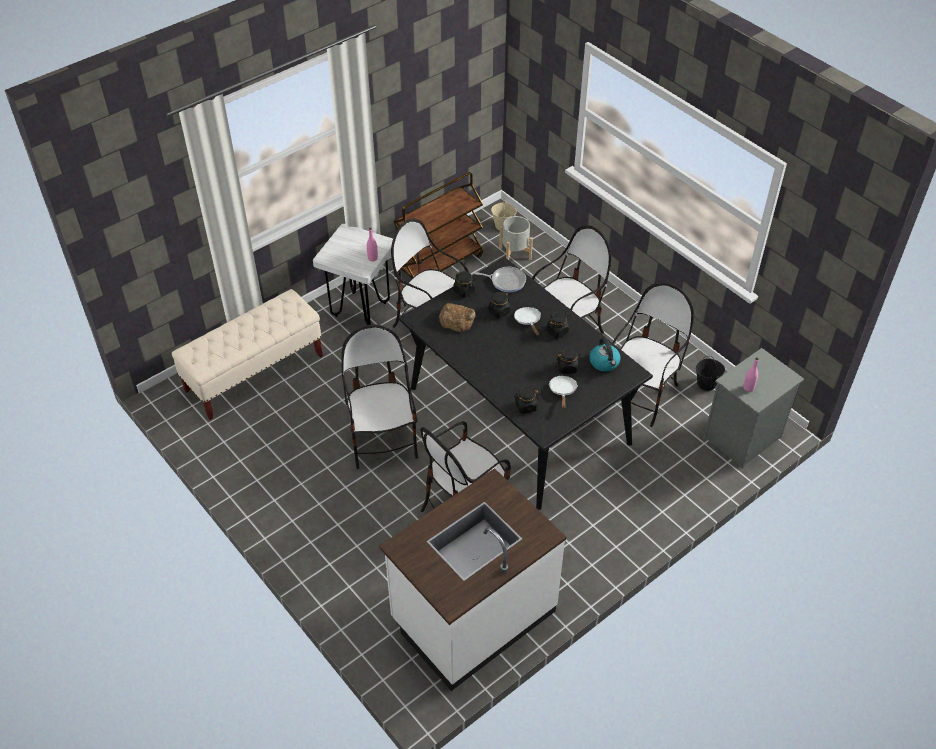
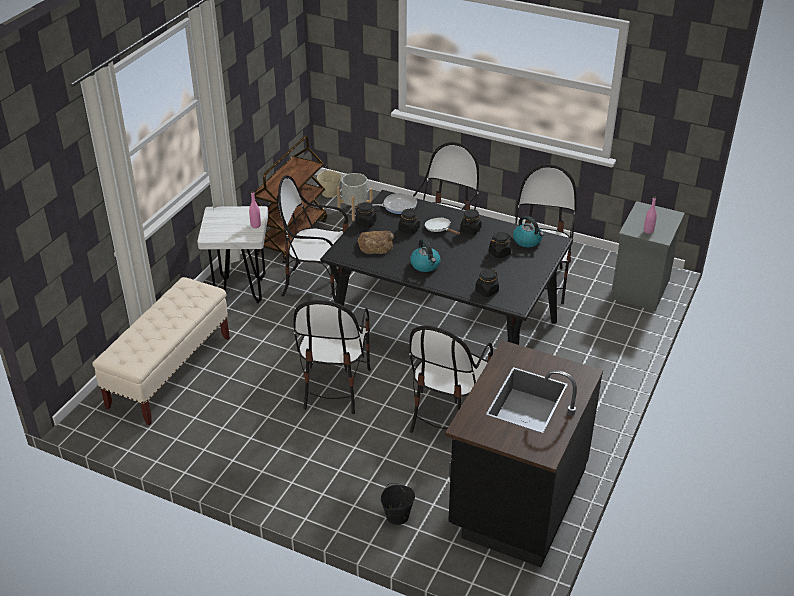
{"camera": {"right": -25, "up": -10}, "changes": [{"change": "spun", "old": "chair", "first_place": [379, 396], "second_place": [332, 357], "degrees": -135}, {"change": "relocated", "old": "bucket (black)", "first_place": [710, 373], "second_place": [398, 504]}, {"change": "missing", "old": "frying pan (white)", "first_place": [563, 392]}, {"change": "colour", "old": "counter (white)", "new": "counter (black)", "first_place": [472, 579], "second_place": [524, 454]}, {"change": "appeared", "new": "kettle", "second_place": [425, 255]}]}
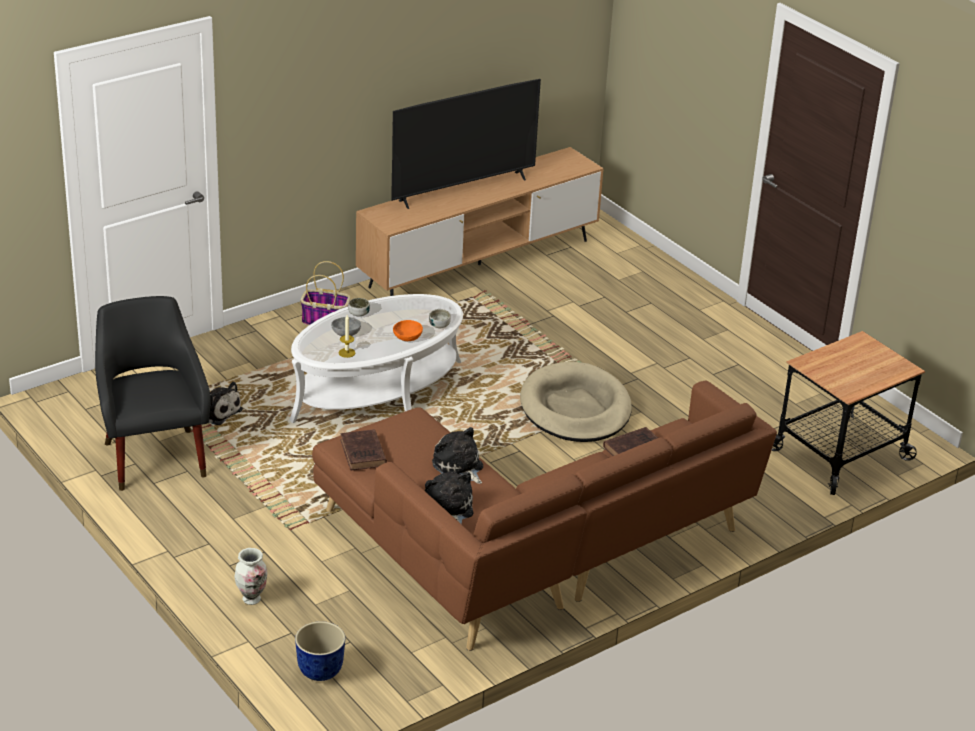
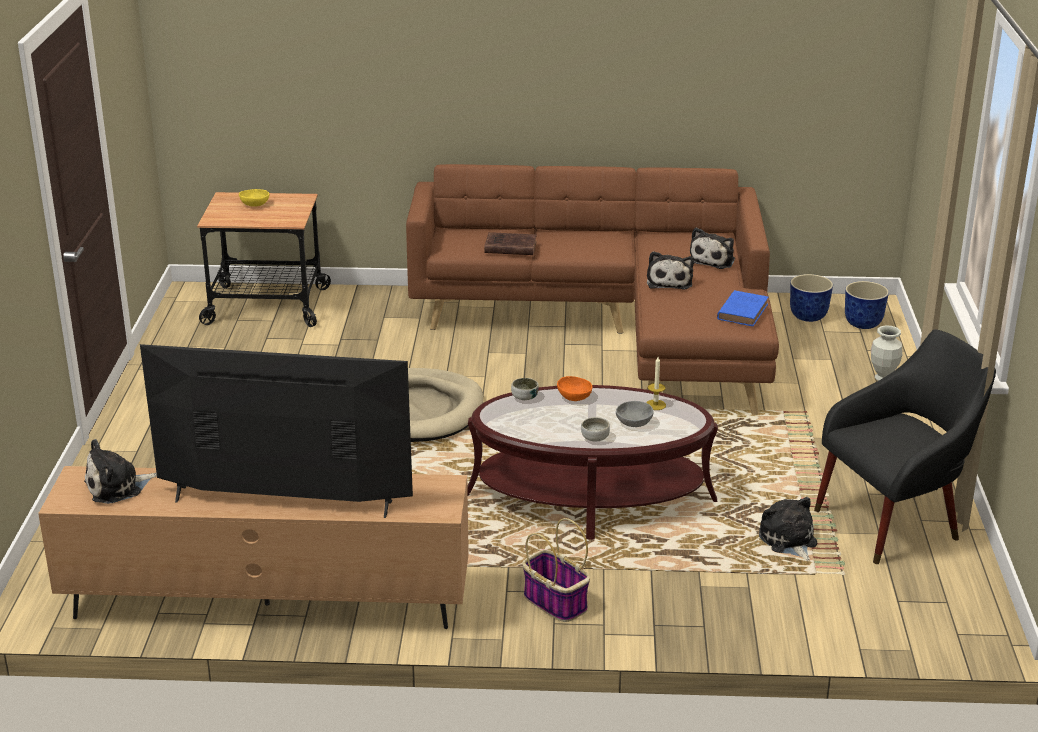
{"camera": {"right": -140, "up": -5}, "changes": [{"change": "colour", "old": "coffee table (white)", "new": "coffee table (brown)", "first_place": [376, 358], "second_place": [592, 462]}, {"change": "spun", "old": "armchair (black)", "first_place": [153, 393], "second_place": [905, 447], "degrees": -135}, {"change": "colour", "old": "book (brown)", "new": "book (blue)", "first_place": [363, 449], "second_place": [742, 308]}, {"change": "appeared", "new": "bowl (yellow)", "second_place": [254, 198]}, {"change": "appeared", "new": "planter", "second_place": [811, 298]}, {"change": "appeared", "new": "plush toy", "second_place": [120, 471]}]}
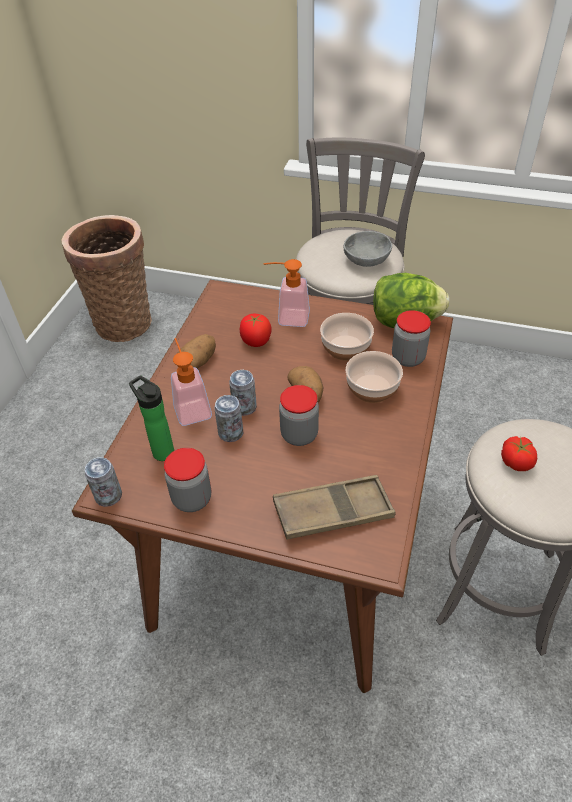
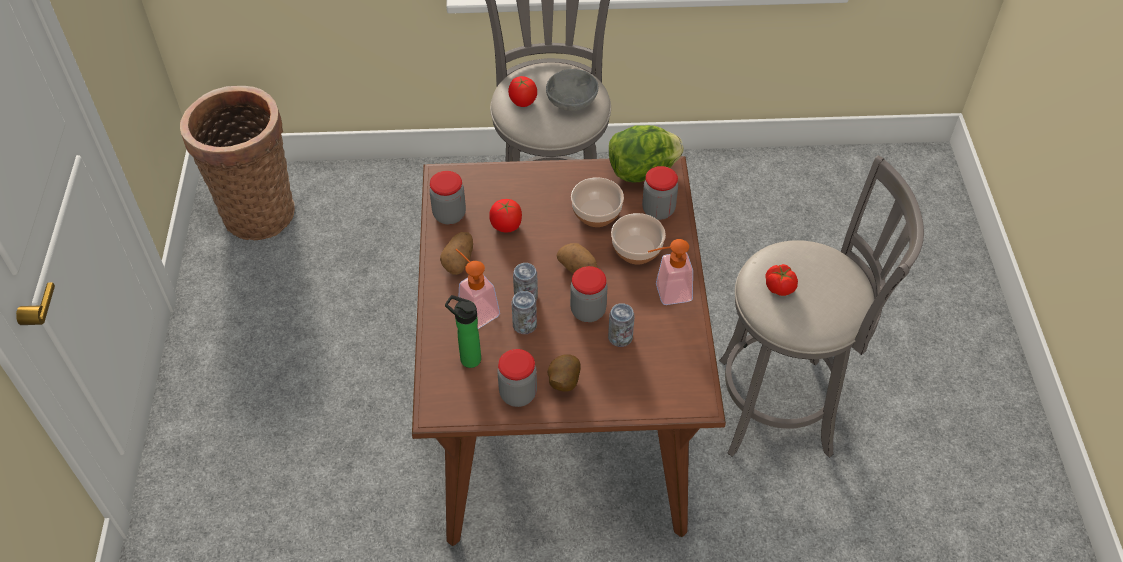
{"camera": {"right": -20, "up": 5}, "changes": [{"change": "relocated", "old": "soap dispenser", "first_place": [286, 293], "second_place": [670, 272]}, {"change": "relocated", "old": "can", "first_place": [103, 482], "second_place": [621, 325]}, {"change": "missing", "old": "tray (brown)", "first_place": [334, 507]}, {"change": "appeared", "new": "tomato", "second_place": [522, 91]}, {"change": "appeared", "new": "jar", "second_place": [447, 198]}, {"change": "appeared", "new": "potato", "second_place": [564, 373]}]}
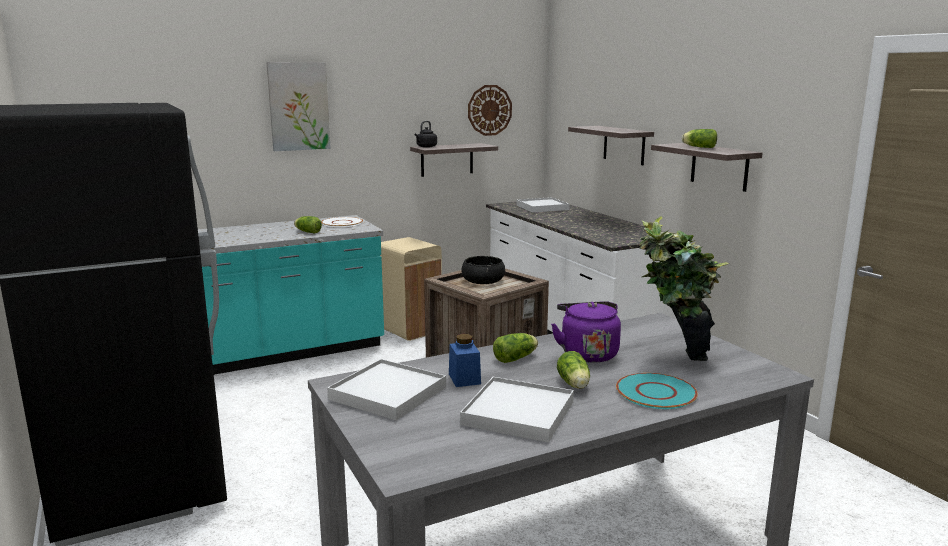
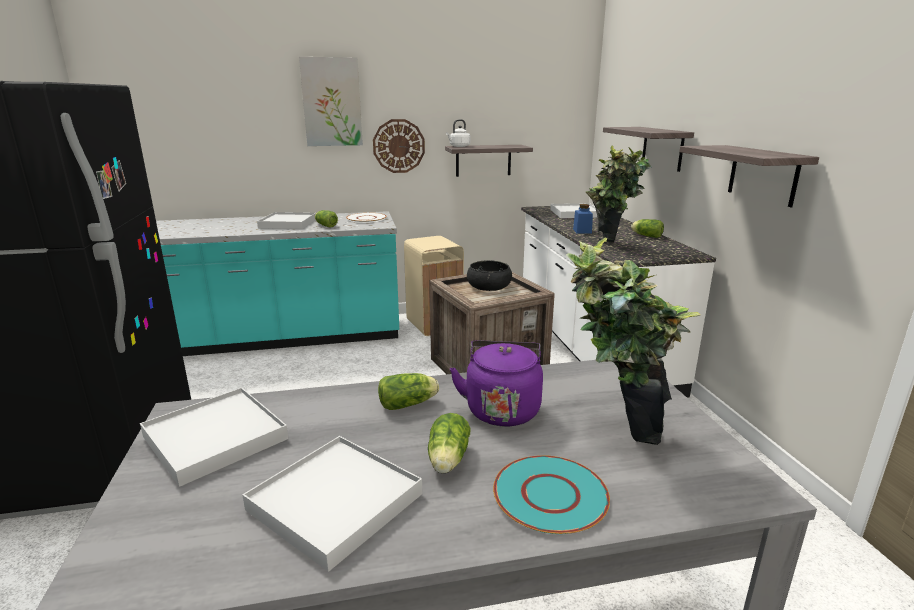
{"camera": {"right": 15, "up": 5}, "changes": [{"change": "relocated", "old": "wall clock", "first_place": [490, 110], "second_place": [399, 146]}, {"change": "colour", "old": "kettle (black)", "new": "kettle (white)", "first_place": [426, 134], "second_place": [458, 133]}, {"change": "relocated", "old": "lettuce", "first_place": [699, 138], "second_place": [647, 228]}, {"change": "relocated", "old": "jar (blue)", "first_place": [465, 360], "second_place": [583, 219]}, {"change": "appeared", "new": "potted plant", "second_place": [618, 194]}, {"change": "appeared", "new": "tray (white)", "second_place": [286, 220]}]}
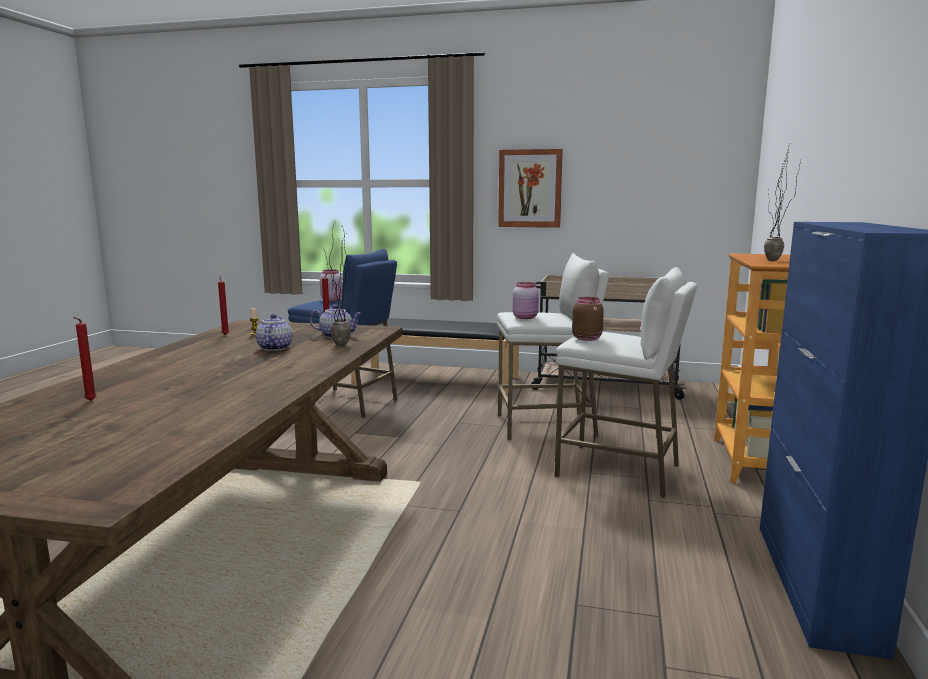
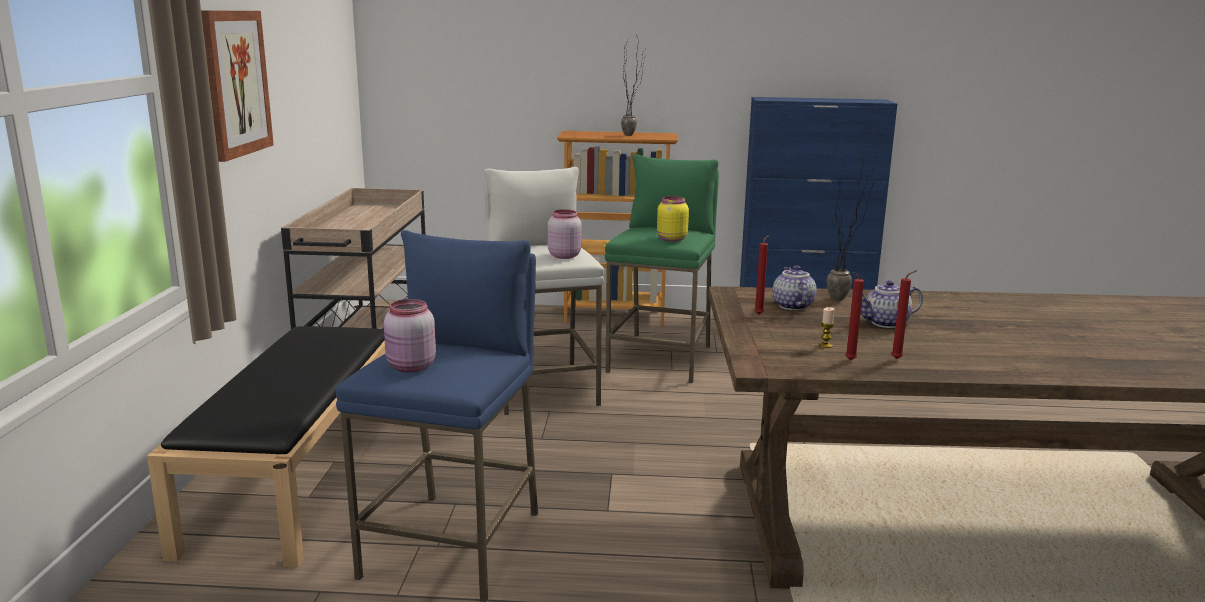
{"camera": {"right": -100, "up": 5}, "changes": [{"change": "colour", "old": "stool (white)", "new": "stool (green)", "first_place": [625, 382], "second_place": [662, 268]}, {"change": "colour", "old": "jar (brown)", "new": "jar (yellow)", "first_place": [588, 319], "second_place": [673, 219]}, {"change": "relocated", "old": "candle (red)", "first_place": [85, 359], "second_place": [904, 314]}]}
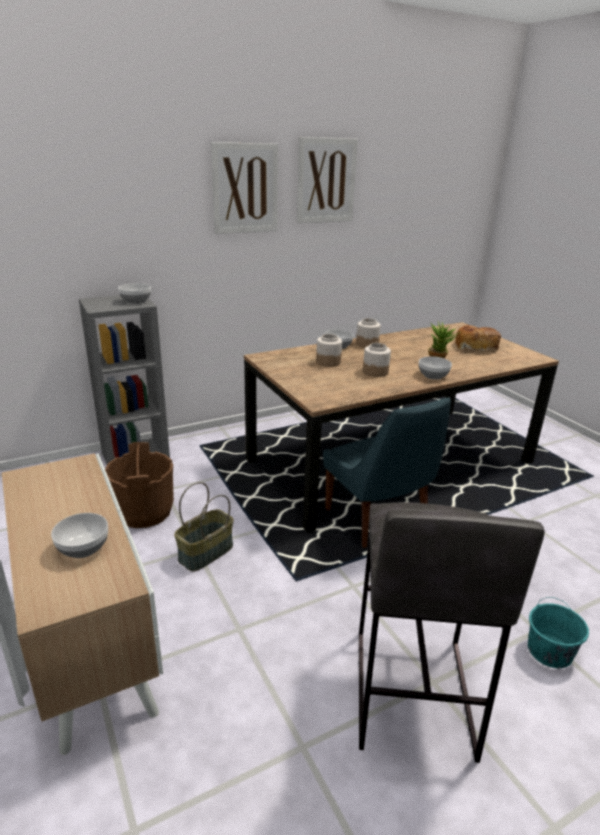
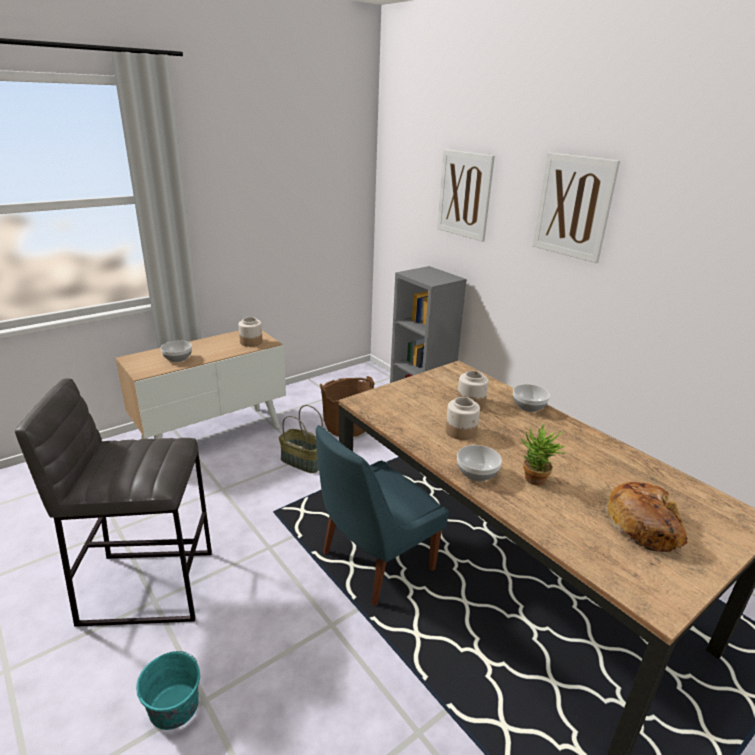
{"camera": {"right": 80, "up": 0}, "changes": [{"change": "relocated", "old": "picture", "first_place": [327, 180], "second_place": [466, 195]}, {"change": "missing", "old": "bowl", "first_place": [134, 293]}, {"change": "relocated", "old": "jar", "first_place": [368, 333], "second_place": [250, 332]}]}
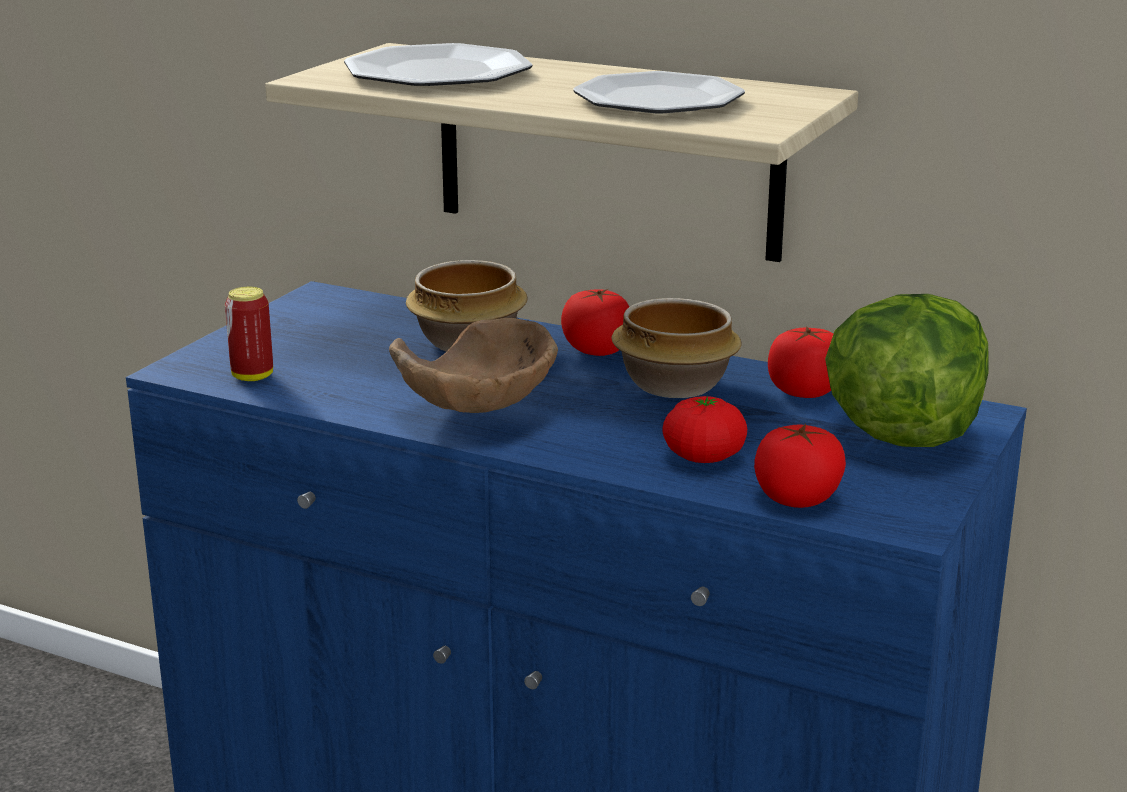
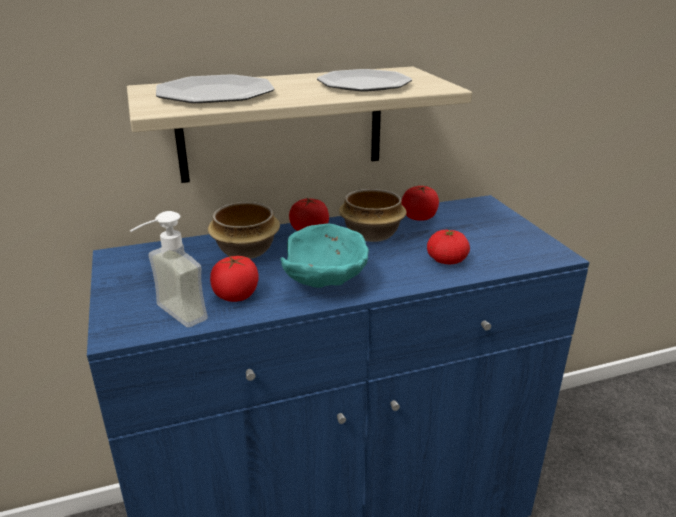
{"camera": {"right": -45, "up": 5}, "changes": [{"change": "exchanged", "old": "can", "new": "soap dispenser", "first_place": [249, 334], "second_place": [169, 269]}, {"change": "missing", "old": "lettuce", "first_place": [906, 370]}, {"change": "colour", "old": "bowl (brown)", "new": "bowl (turquoise)", "first_place": [473, 365], "second_place": [325, 255]}, {"change": "relocated", "old": "tomato", "first_place": [800, 466], "second_place": [234, 279]}]}
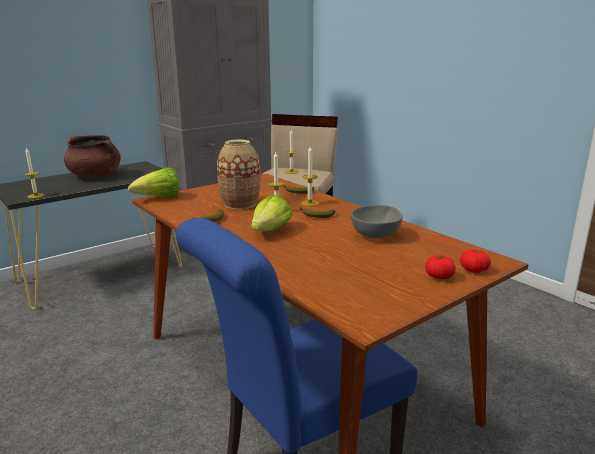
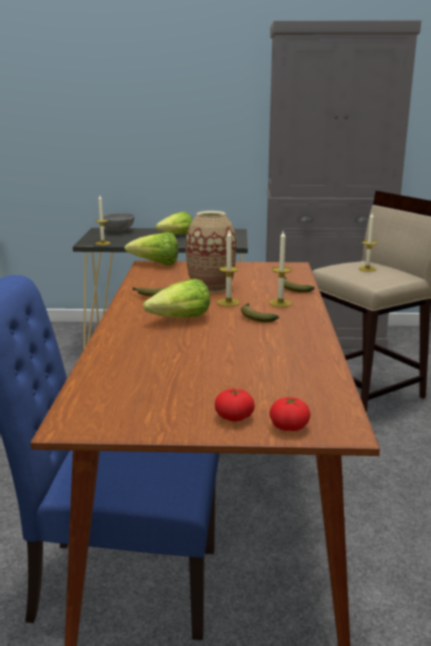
{"camera": {"right": 40, "up": 0}, "changes": [{"change": "exchanged", "old": "cooking pot (brown)", "new": "lettuce", "first_place": [92, 156], "second_place": [174, 223]}, {"change": "relocated", "old": "bowl (grey)", "first_place": [377, 221], "second_place": [118, 222]}]}
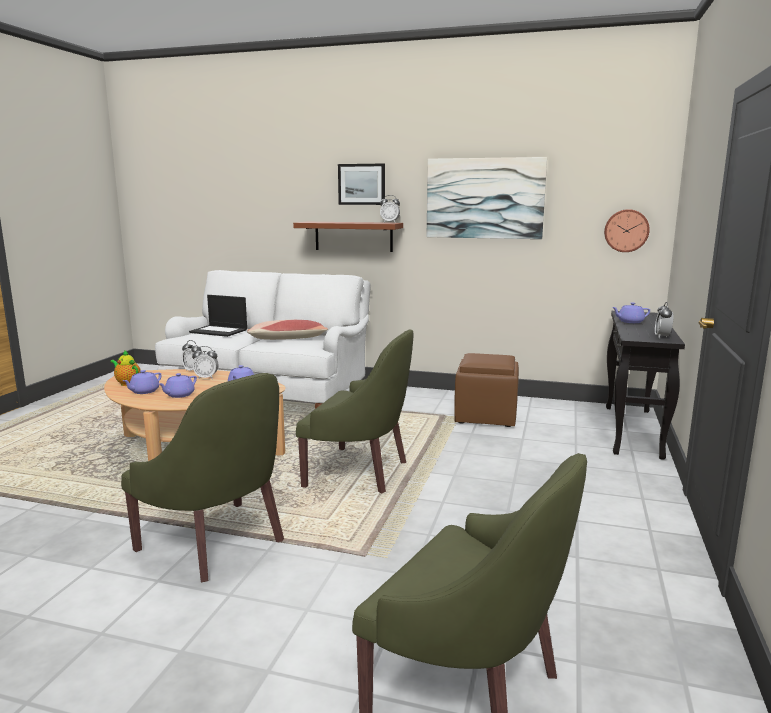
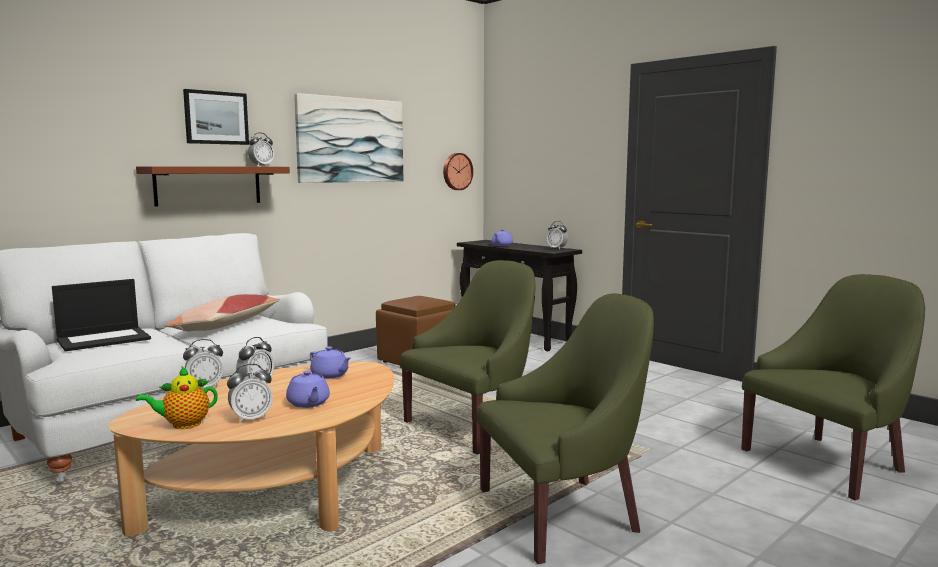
{"camera": {"right": -60, "up": -5}, "changes": [{"change": "exchanged", "old": "teapot (purple)", "new": "alarm clock", "first_place": [142, 382], "second_place": [250, 393]}]}
